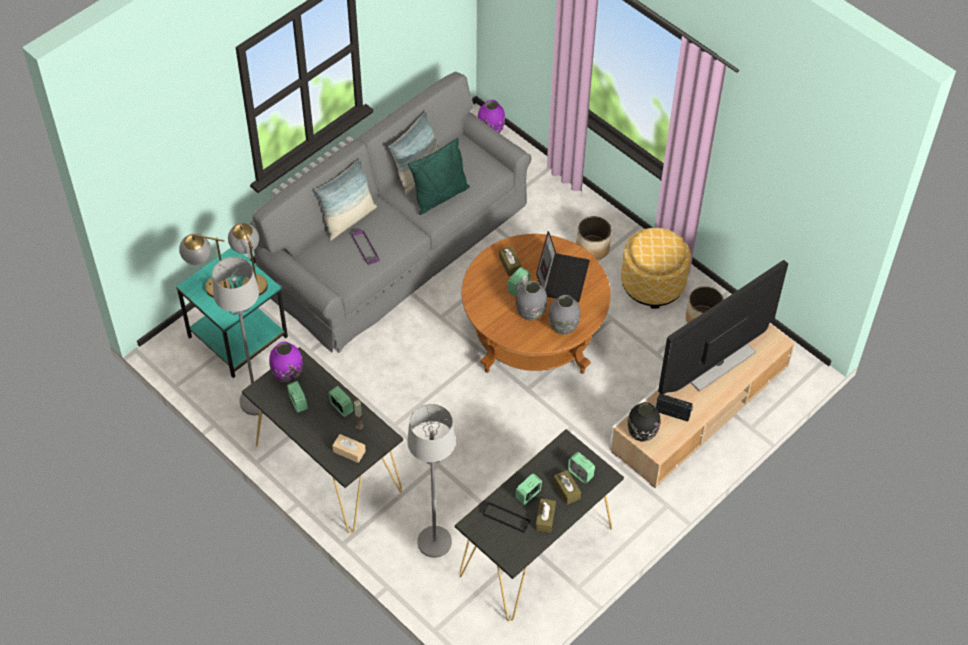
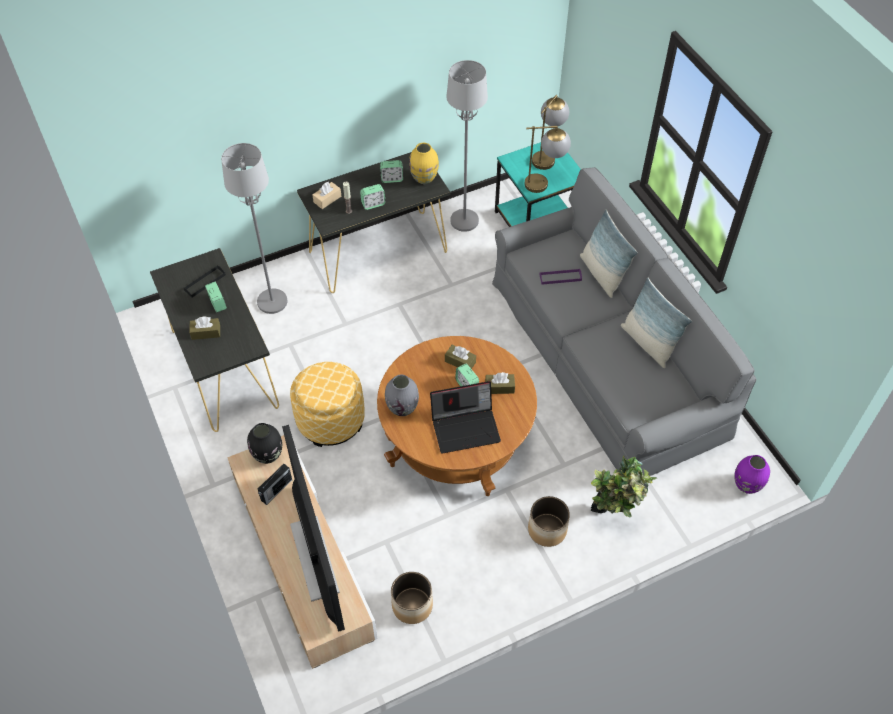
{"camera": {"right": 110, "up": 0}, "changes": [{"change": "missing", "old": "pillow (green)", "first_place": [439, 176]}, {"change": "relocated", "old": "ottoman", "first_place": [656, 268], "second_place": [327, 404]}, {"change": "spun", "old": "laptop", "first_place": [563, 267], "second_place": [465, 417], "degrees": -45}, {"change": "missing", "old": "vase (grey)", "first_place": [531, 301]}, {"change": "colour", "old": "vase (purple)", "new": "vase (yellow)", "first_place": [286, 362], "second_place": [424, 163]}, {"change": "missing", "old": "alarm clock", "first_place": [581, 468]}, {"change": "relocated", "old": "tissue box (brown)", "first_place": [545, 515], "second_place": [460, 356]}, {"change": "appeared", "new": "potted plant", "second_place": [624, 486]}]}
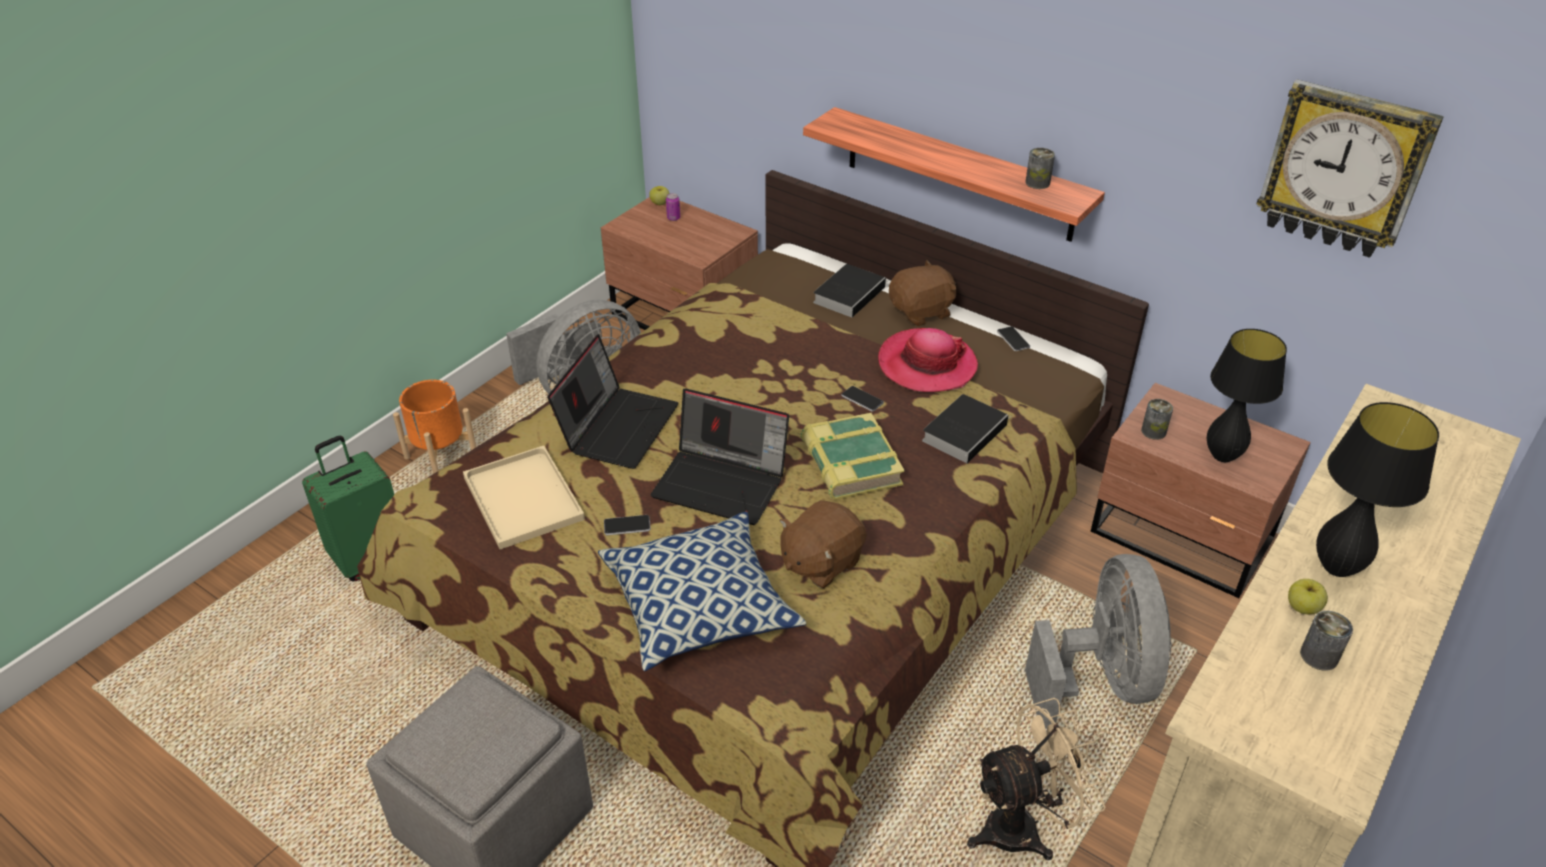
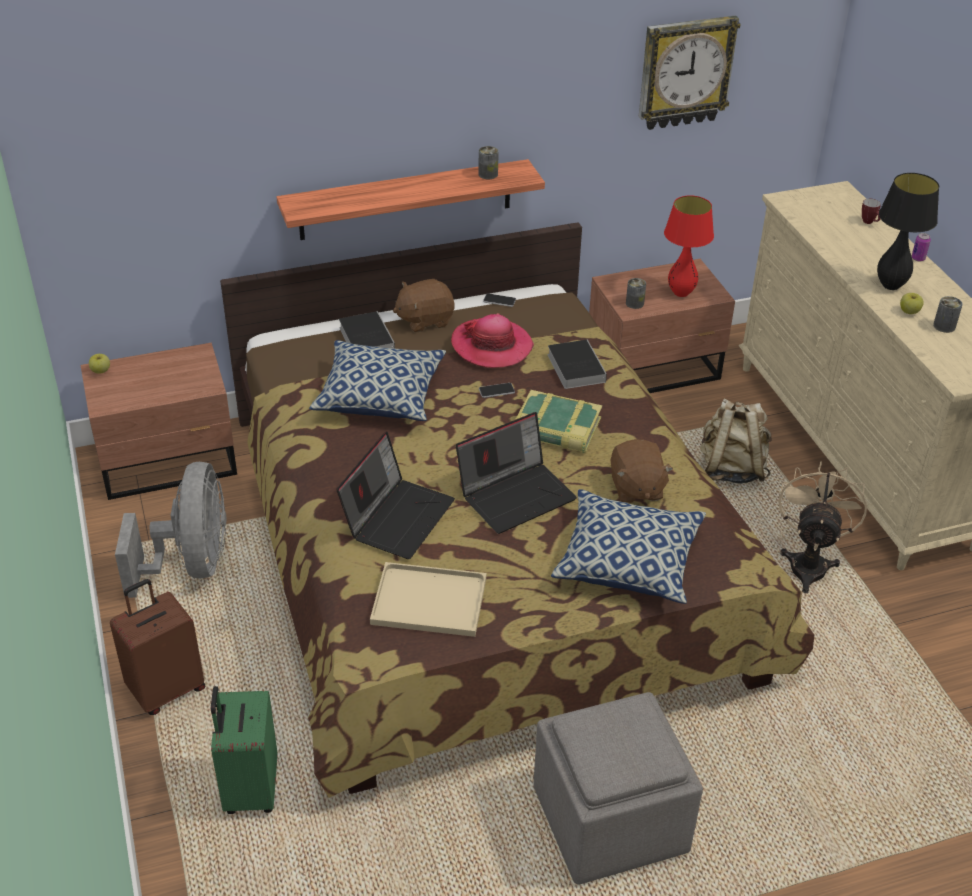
{"camera": {"right": -55, "up": 0}, "changes": [{"change": "relocated", "old": "can", "first_place": [673, 207], "second_place": [921, 247]}, {"change": "spun", "old": "plush toy (brown)", "first_place": [923, 293], "second_place": [423, 306], "degrees": -120}, {"change": "colour", "old": "table lamp (black)", "new": "table lamp (red)", "first_place": [1247, 395], "second_place": [689, 246]}, {"change": "spun", "old": "laptop", "first_place": [613, 401], "second_place": [395, 495], "degrees": 60}, {"change": "exchanged", "old": "planter (orange)", "new": "suitcase (brown)", "first_place": [434, 427], "second_place": [157, 647]}, {"change": "missing", "old": "phone", "first_place": [627, 525]}, {"change": "exchanged", "old": "fan (grey)", "new": "backpack (beige)", "first_place": [1098, 641], "second_place": [736, 441]}, {"change": "appeared", "new": "mug", "second_place": [871, 211]}, {"change": "appeared", "new": "pillow", "second_place": [377, 380]}]}
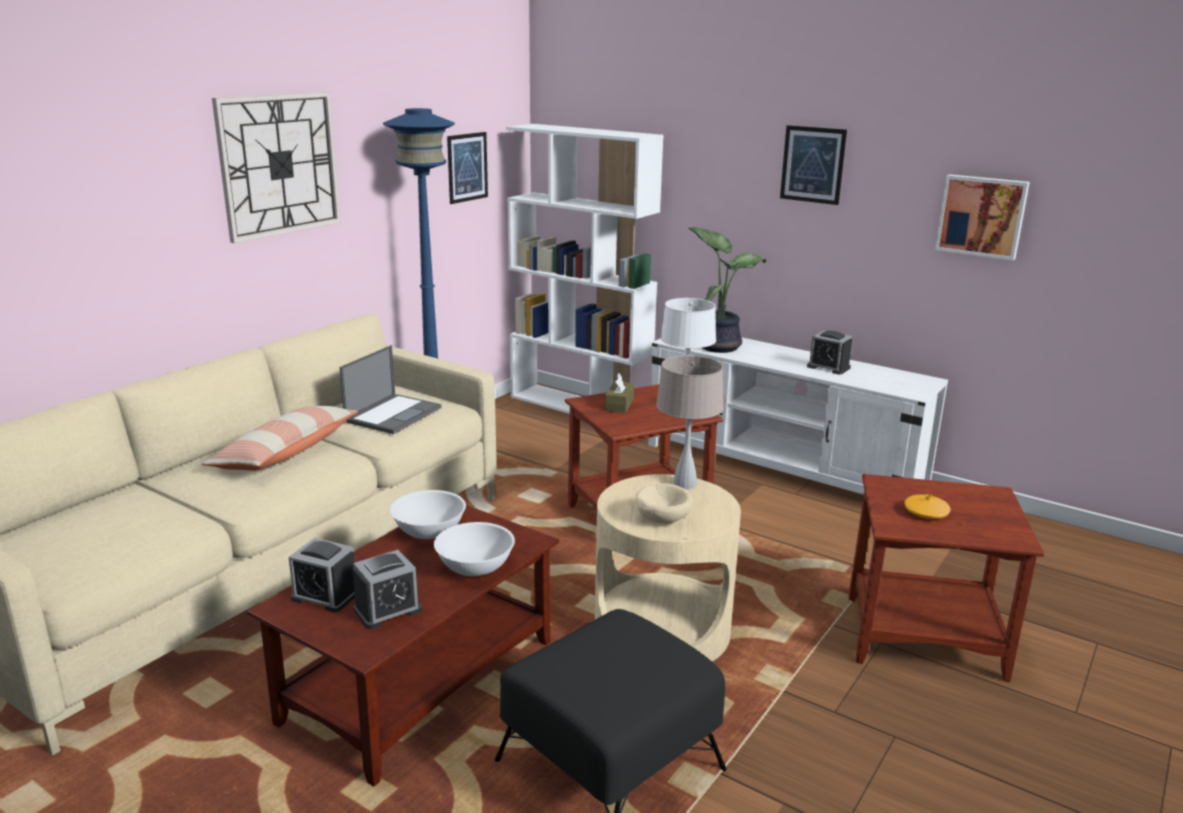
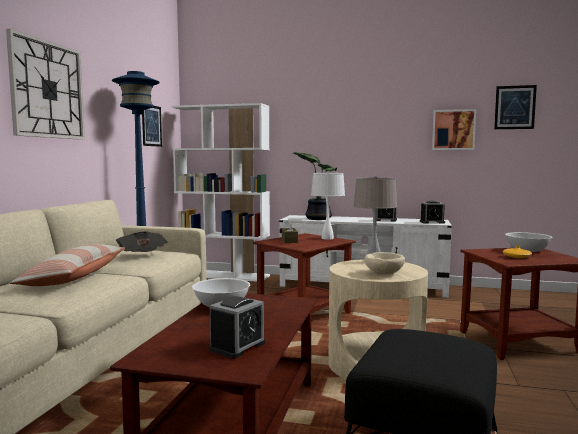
{"camera": {"right": -20, "up": -15}, "changes": [{"change": "relocated", "old": "picture", "first_place": [813, 165], "second_place": [515, 107]}, {"change": "exchanged", "old": "laptop", "new": "newspaper", "first_place": [391, 389], "second_place": [141, 241]}, {"change": "relocated", "old": "bowl (white)", "first_place": [474, 549], "second_place": [528, 242]}, {"change": "relocated", "old": "alarm clock", "first_place": [321, 575], "second_place": [432, 212]}]}
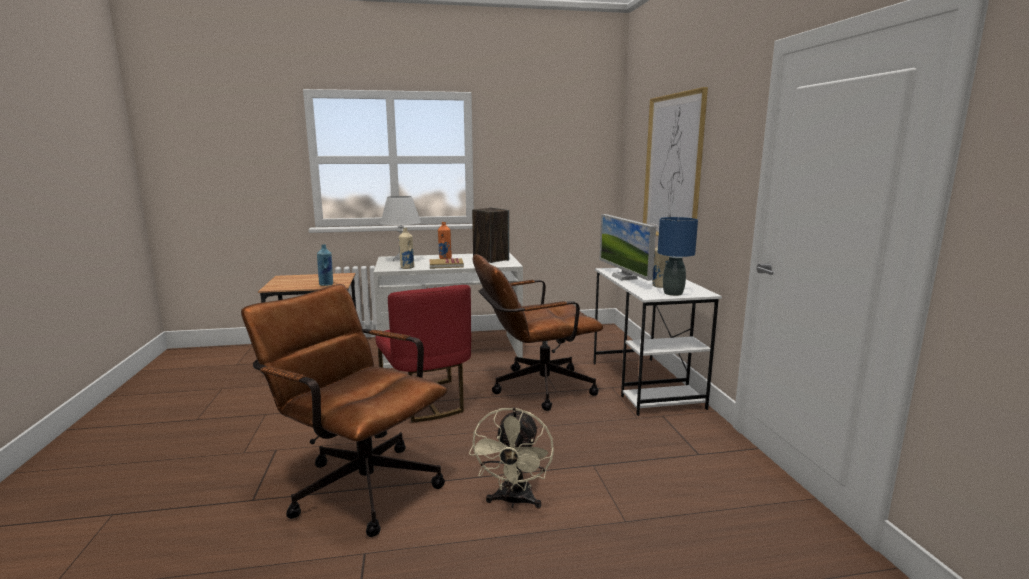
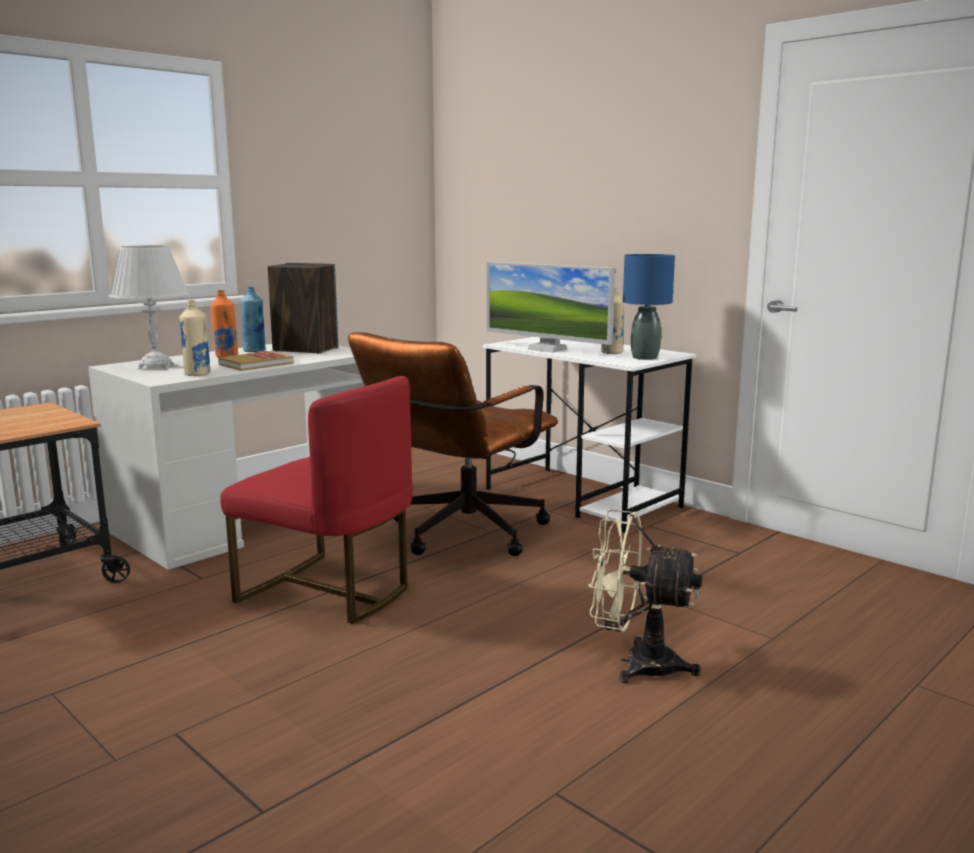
{"camera": {"right": -35, "up": 0}, "changes": [{"change": "missing", "old": "picture", "first_place": [675, 161]}, {"change": "relocated", "old": "bottle (blue)", "first_place": [325, 265], "second_place": [253, 319]}, {"change": "missing", "old": "office chair (brown)", "first_place": [344, 410]}, {"change": "spun", "old": "fan (beige)", "first_place": [511, 458], "second_place": [645, 596], "degrees": 135}]}
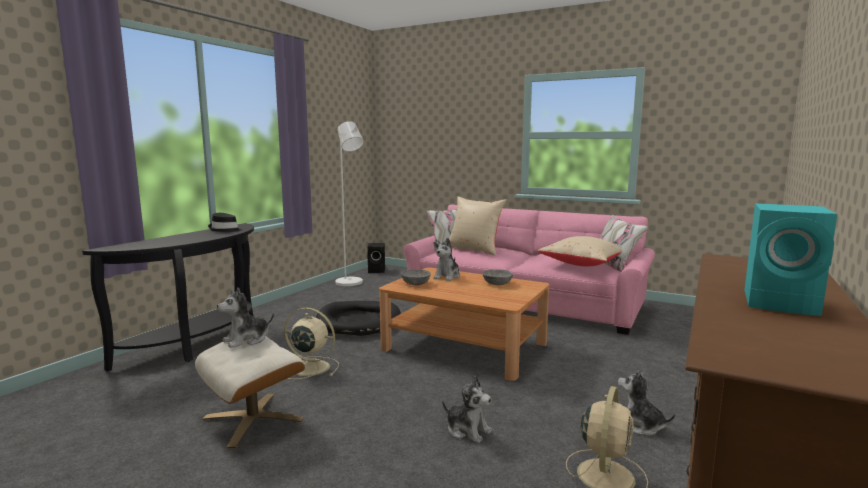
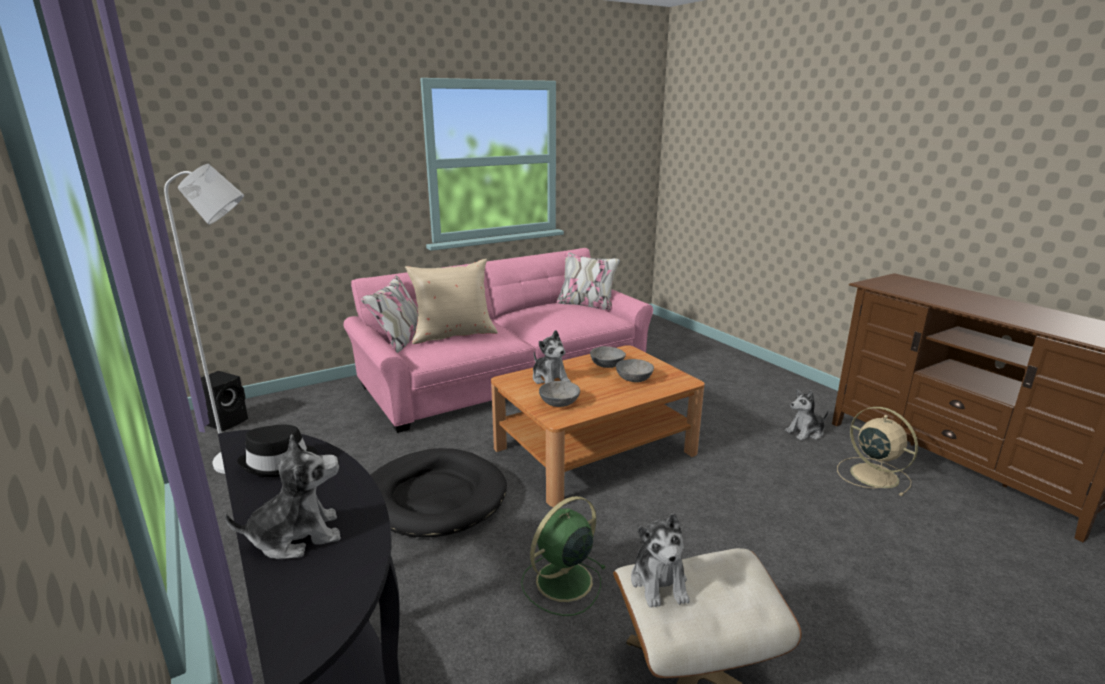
{"camera": {"right": -60, "up": 10}, "changes": [{"change": "missing", "old": "speaker (turquoise)", "first_place": [791, 259]}, {"change": "missing", "old": "pillow (beige)", "first_place": [580, 251]}, {"change": "colour", "old": "fan (beige)", "new": "fan (green)", "first_place": [311, 343], "second_place": [563, 556]}, {"change": "relocated", "old": "plush toy", "first_place": [467, 409], "second_place": [283, 496]}, {"change": "appeared", "new": "bowl (grey)", "second_place": [635, 370]}]}
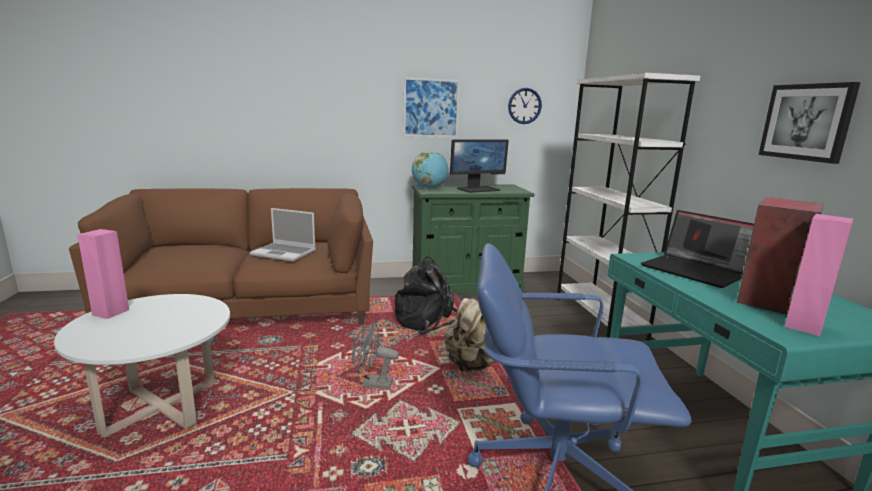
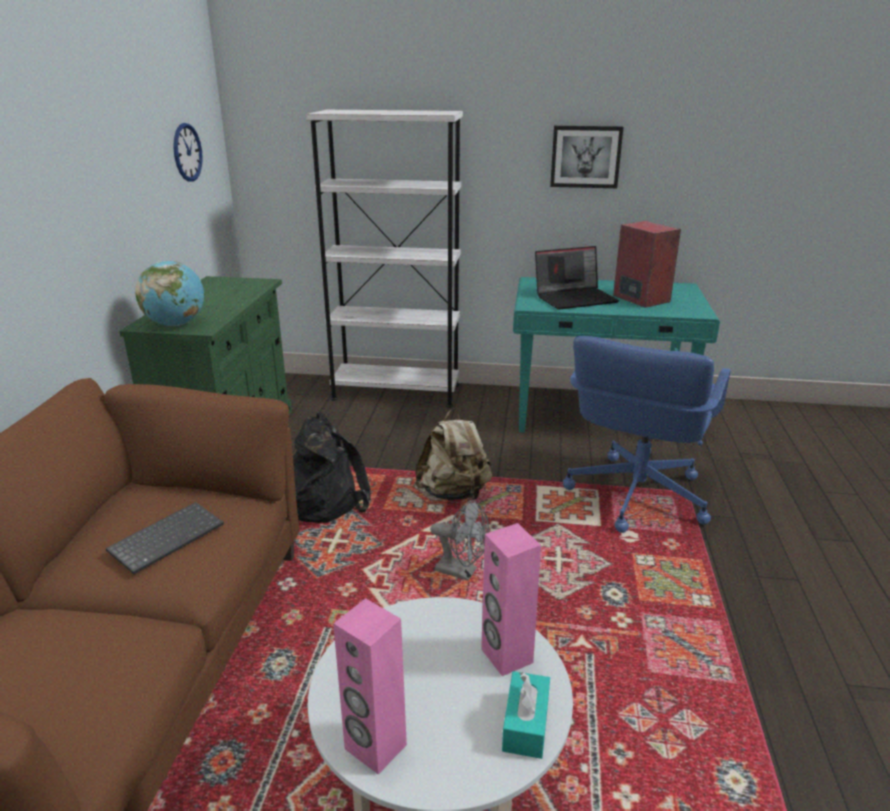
{"camera": {"right": -70, "up": 10}, "changes": [{"change": "missing", "old": "picture", "first_place": [431, 107]}, {"change": "missing", "old": "monitor", "first_place": [479, 166]}, {"change": "exchanged", "old": "laptop", "new": "keyboard", "first_place": [283, 235], "second_place": [165, 538]}, {"change": "relocated", "old": "speaker (pink)", "first_place": [819, 275], "second_place": [511, 599]}, {"change": "spun", "old": "fan (grey)", "first_place": [375, 356], "second_place": [459, 540], "degrees": -90}, {"change": "appeared", "new": "tissue box (turquoise)", "second_place": [526, 715]}]}
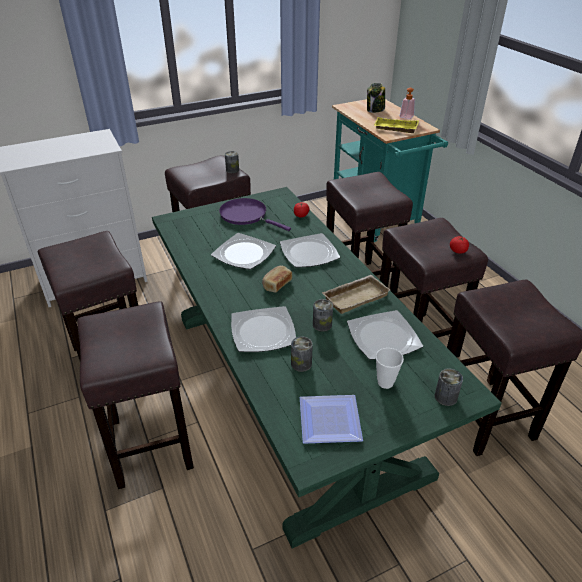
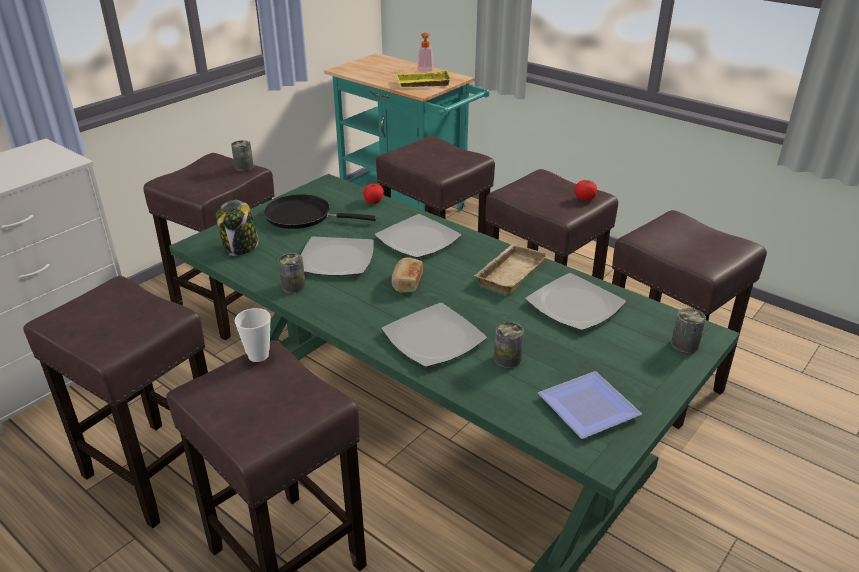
{"camera": {"right": -25, "up": -5}, "changes": [{"change": "relocated", "old": "jar", "first_place": [376, 98], "second_place": [237, 228]}, {"change": "colour", "old": "frying pan (purple)", "new": "frying pan (black)", "first_place": [255, 214], "second_place": [319, 211]}, {"change": "relocated", "old": "can", "first_place": [323, 315], "second_place": [292, 273]}, {"change": "relocated", "old": "cup", "first_place": [390, 368], "second_place": [253, 335]}]}
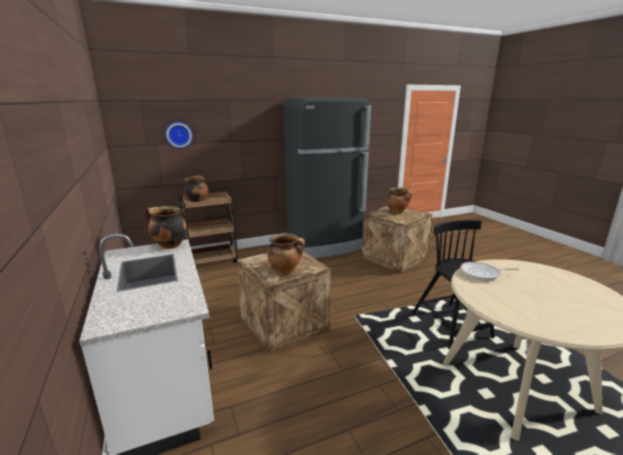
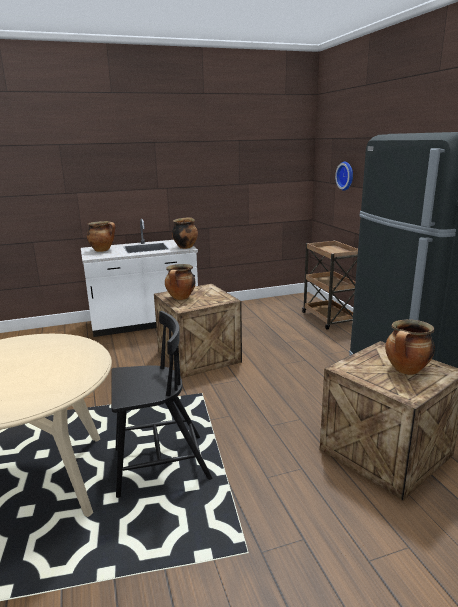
{"camera": {"right": 95, "up": 0}, "changes": [{"change": "relocated", "old": "cooking pot", "first_place": [196, 188], "second_place": [101, 236]}, {"change": "missing", "old": "frying pan", "first_place": [489, 271]}]}
